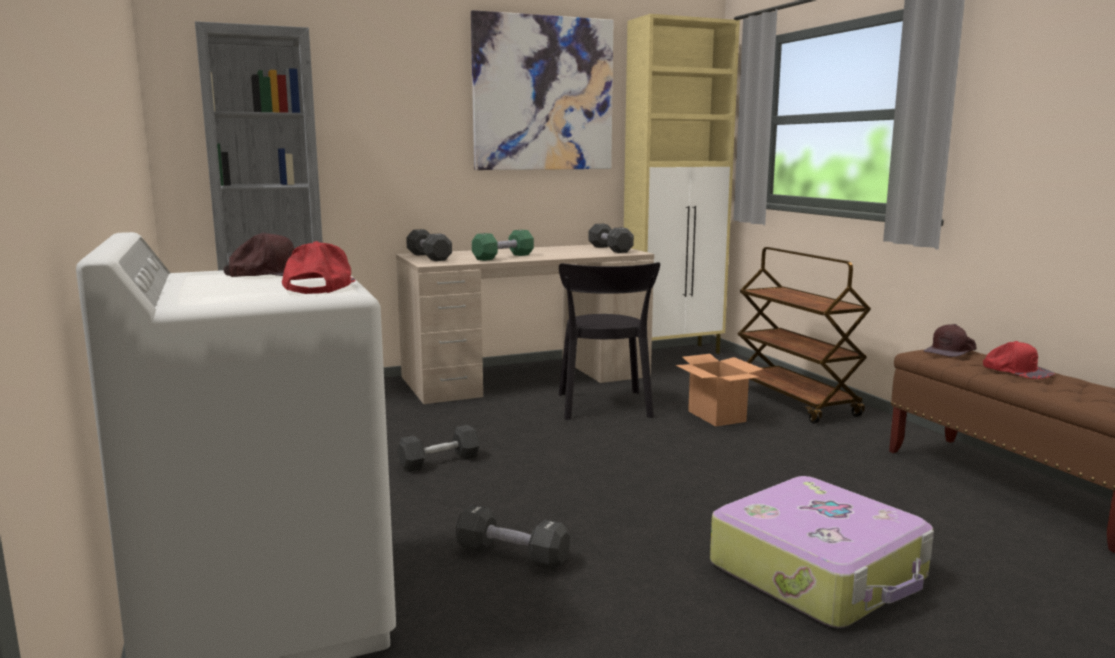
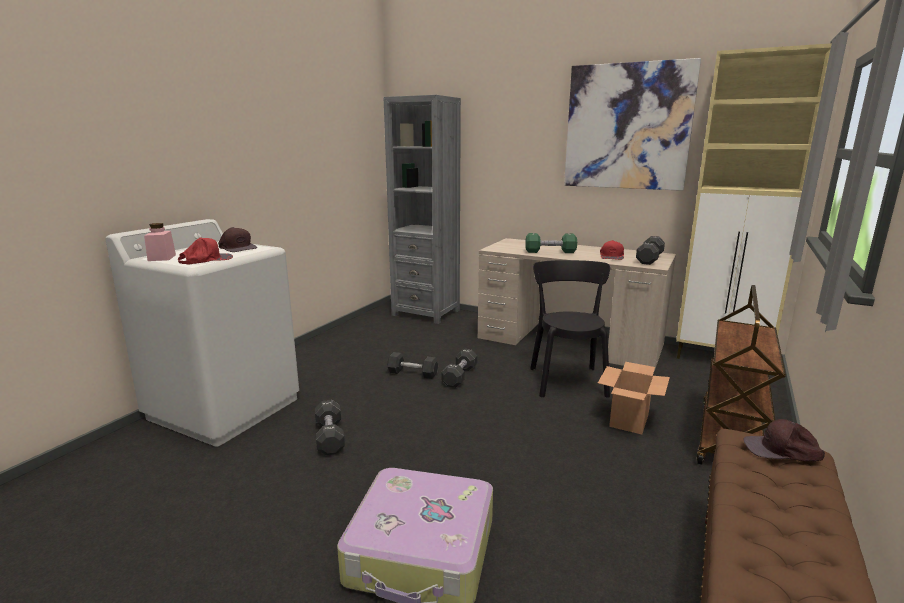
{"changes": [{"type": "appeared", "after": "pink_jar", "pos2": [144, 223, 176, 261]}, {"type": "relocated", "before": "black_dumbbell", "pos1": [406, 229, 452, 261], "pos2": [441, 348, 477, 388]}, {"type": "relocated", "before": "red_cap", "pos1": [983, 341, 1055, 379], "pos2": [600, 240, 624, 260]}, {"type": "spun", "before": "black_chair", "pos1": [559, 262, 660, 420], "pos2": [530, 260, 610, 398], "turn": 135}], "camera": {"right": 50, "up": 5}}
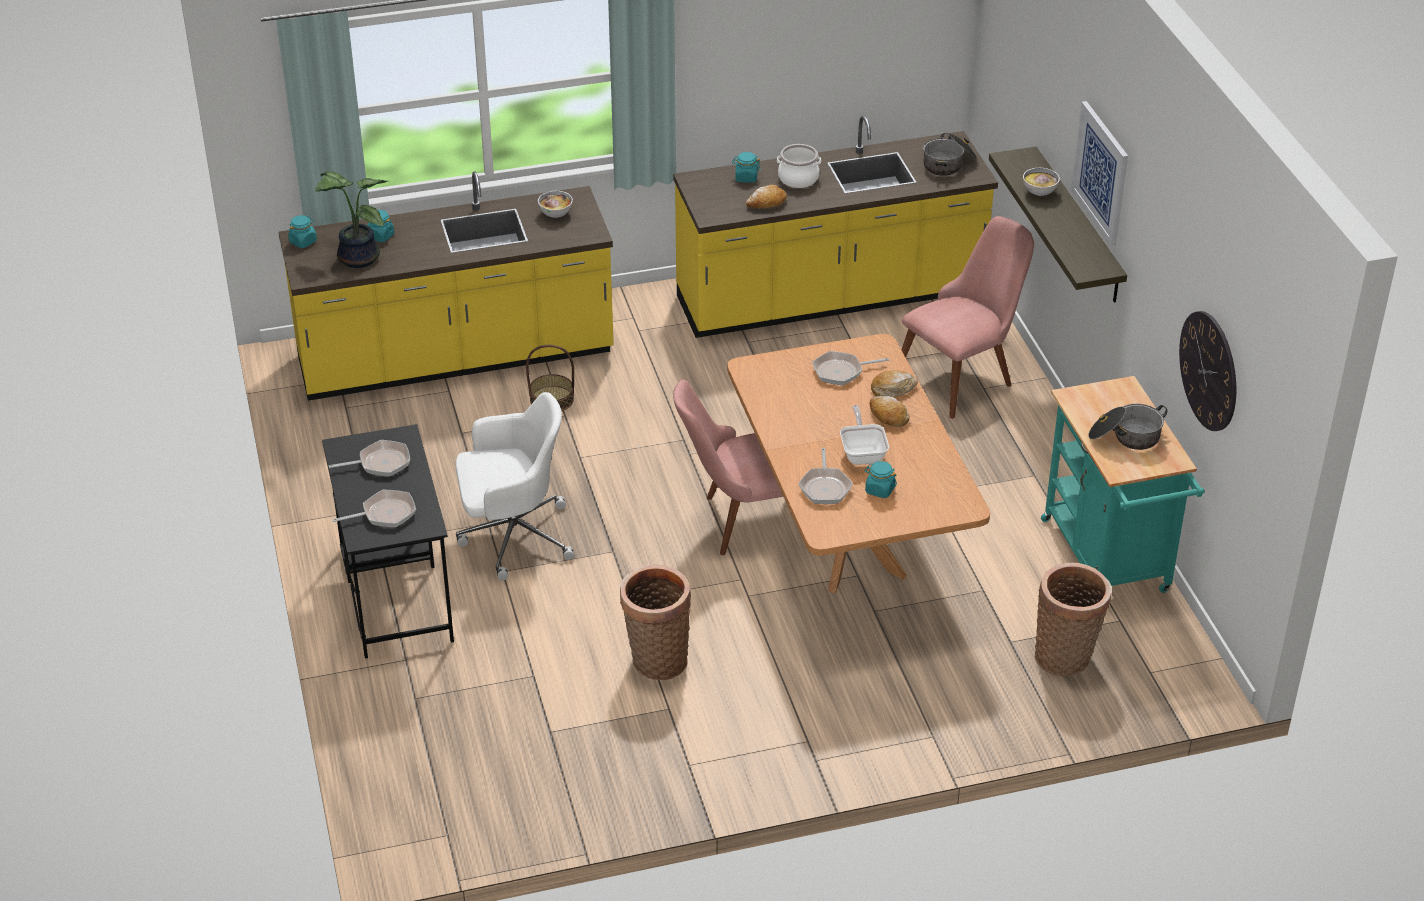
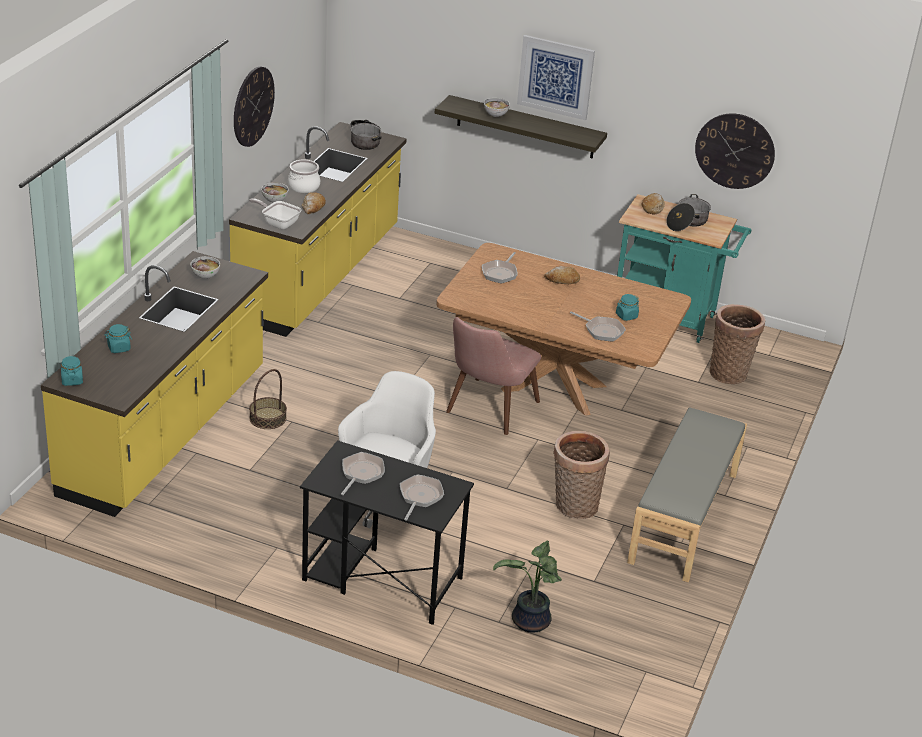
{"changes": [{"type": "missing", "before": "pink_chair", "pos1": [901, 216, 1034, 419]}, {"type": "appeared", "after": "wall_clock", "pos2": [234, 67, 275, 147]}, {"type": "appeared", "after": "grey_bench", "pos2": [627, 407, 747, 582]}, {"type": "relocated", "before": "potted_plant", "pos1": [315, 171, 389, 268], "pos2": [493, 540, 562, 633]}, {"type": "relocated", "before": "frying_pan", "pos1": [840, 405, 889, 465], "pos2": [249, 198, 301, 230]}, {"type": "relocated", "before": "bread", "pos1": [871, 370, 918, 397], "pos2": [642, 193, 665, 215]}, {"type": "exchanged", "before": "turquoise_jar", "after": "bowl", "pos1": [732, 152, 761, 183], "pos2": [261, 182, 289, 203]}], "camera": {"right": -55, "up": -5}}
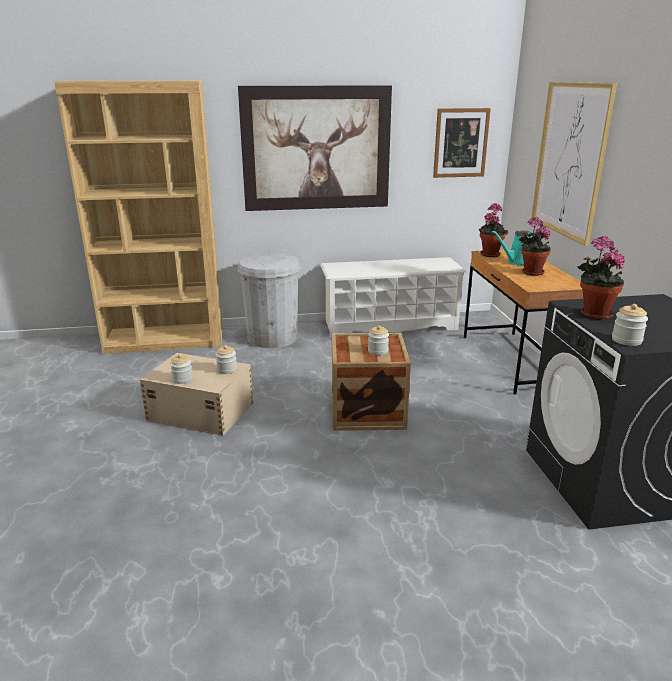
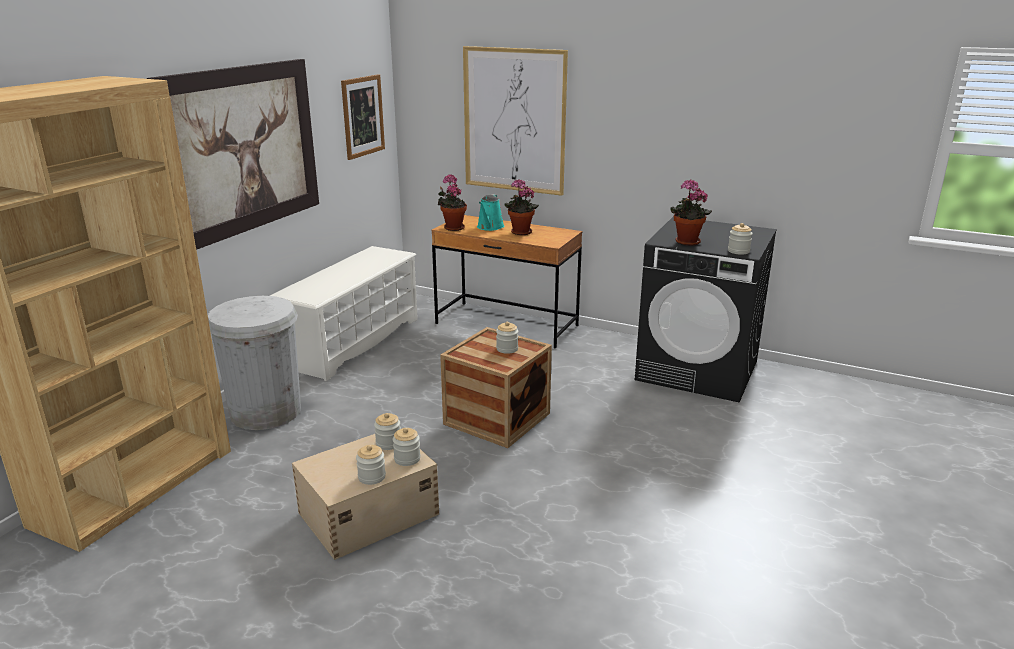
{"changes": [{"type": "appeared", "after": "jar", "pos2": [393, 428, 421, 466]}], "camera": {"right": -55, "up": 0}}
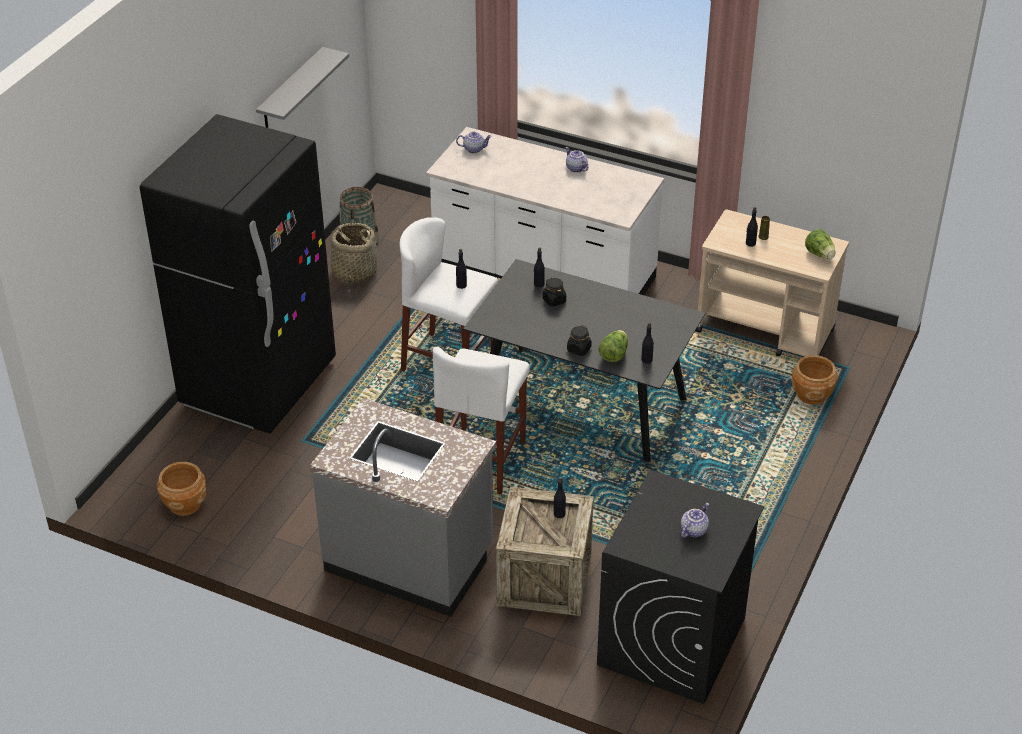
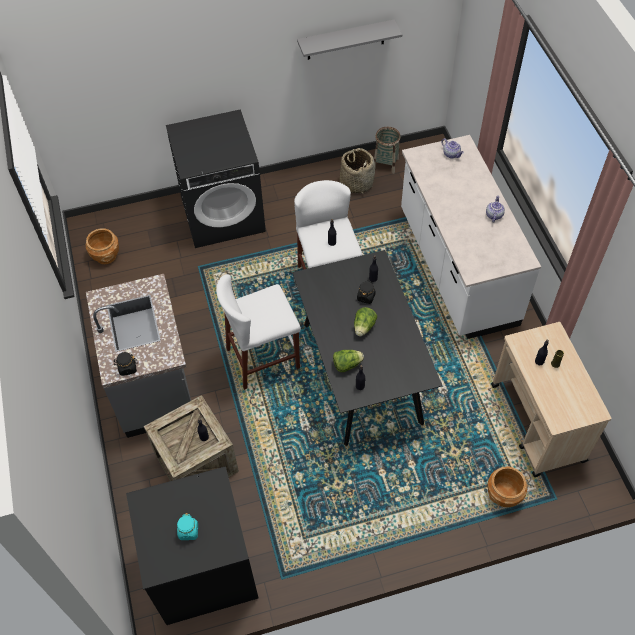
{"changes": [{"type": "relocated", "before": "black_jar", "pos1": [567, 325, 592, 356], "pos2": [113, 352, 138, 376]}, {"type": "relocated", "before": "lettuce", "pos1": [805, 229, 835, 259], "pos2": [354, 307, 377, 336]}, {"type": "exchanged", "before": "black_fridge", "after": "black_washing_machine", "pos1": [140, 114, 336, 434], "pos2": [166, 109, 266, 248]}, {"type": "exchanged", "before": "teapot", "after": "turquoise_jar", "pos1": [681, 503, 709, 538], "pos2": [177, 513, 198, 540]}], "camera": {"right": 50, "up": 15}}
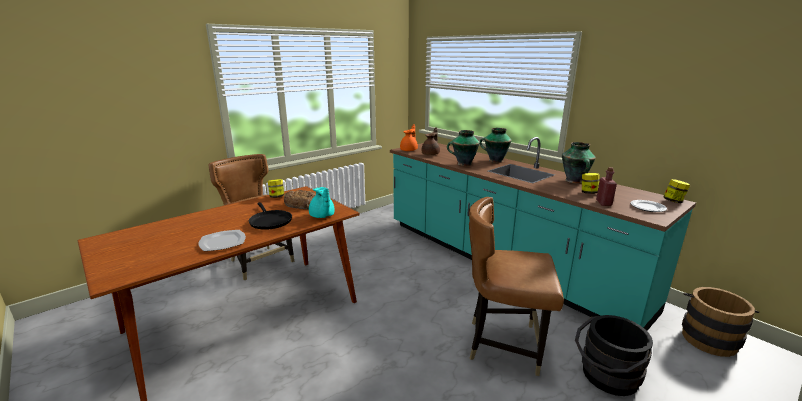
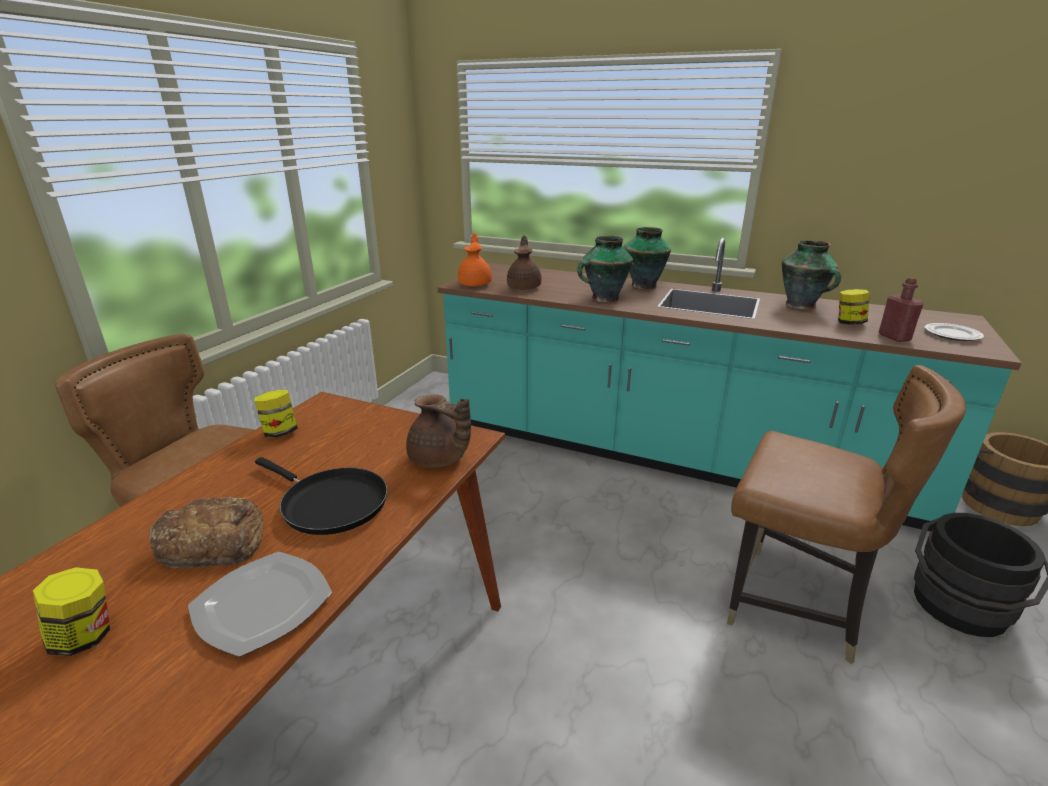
{"changes": [{"type": "relocated", "before": "bread", "pos1": [284, 190, 316, 209], "pos2": [149, 497, 264, 568]}, {"type": "relocated", "before": "jar", "pos1": [663, 179, 690, 203], "pos2": [33, 567, 110, 656]}, {"type": "colour", "before": "turquoise_teapot", "after": "brown_teapot", "pos1": [309, 187, 335, 218], "pos2": [406, 394, 471, 467]}, {"type": "spun", "before": "brown_chair", "pos1": [469, 197, 564, 376], "pos2": [727, 365, 966, 664], "turn": -135}], "camera": {"right": -25, "up": 5}}
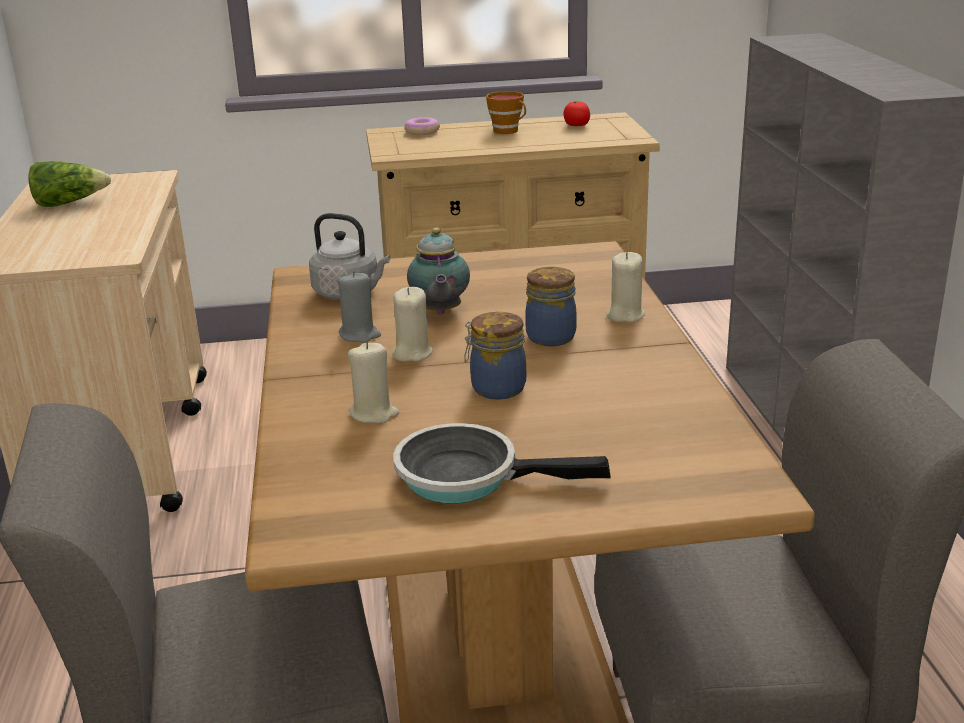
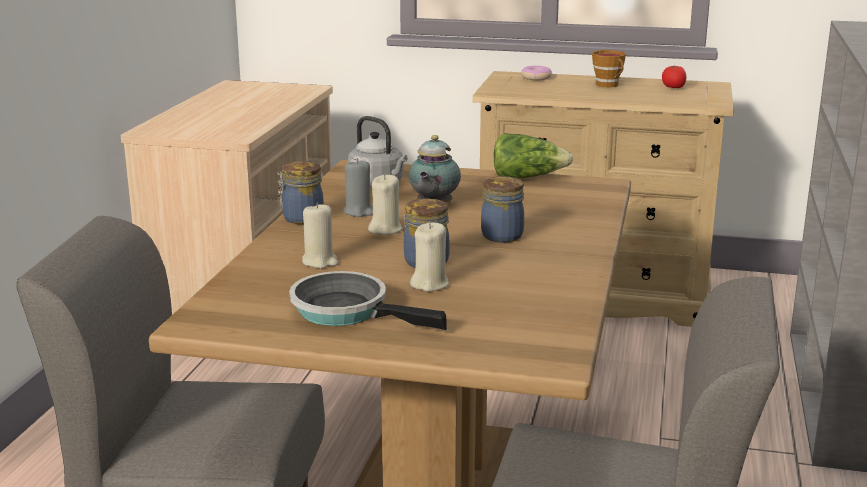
{"changes": [{"type": "appeared", "after": "jar", "pos2": [277, 161, 324, 224]}, {"type": "relocated", "before": "lettuce", "pos1": [28, 161, 111, 207], "pos2": [493, 133, 573, 179]}, {"type": "relocated", "before": "beige_candle", "pos1": [606, 252, 645, 323], "pos2": [410, 222, 449, 291]}], "camera": {"right": 20, "up": -5}}
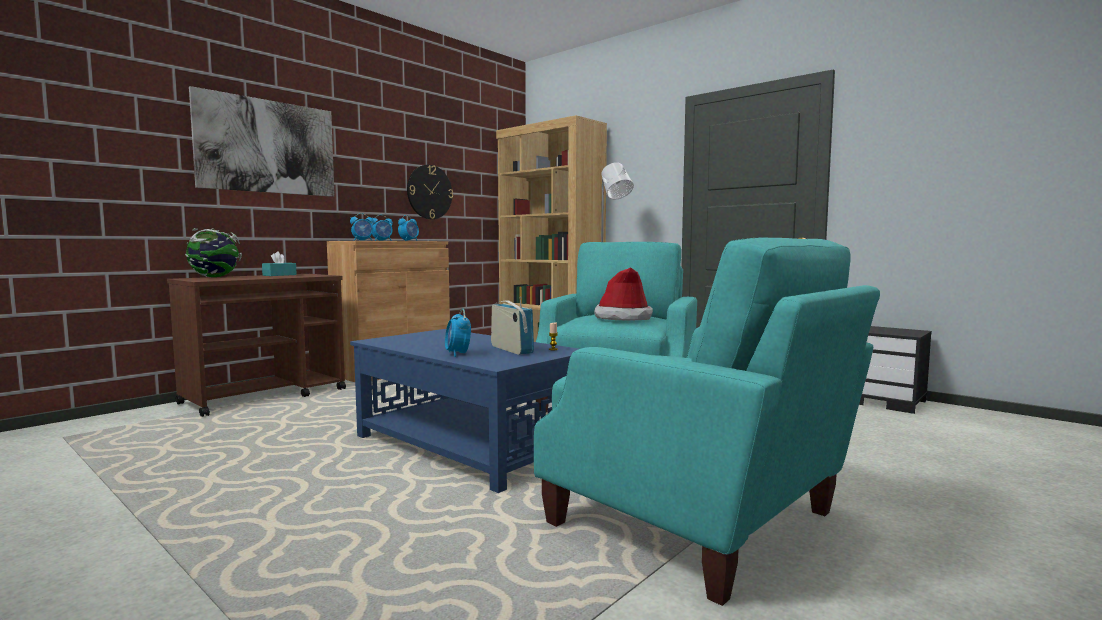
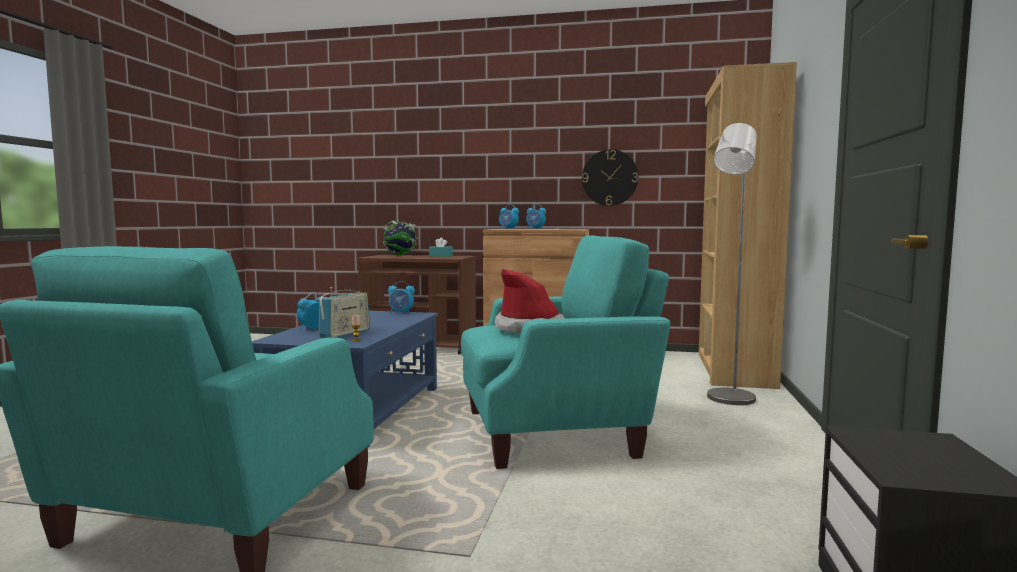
{"changes": [{"type": "missing", "before": "picture", "pos1": [189, 86, 335, 197]}, {"type": "relocated", "before": "alarm_clock", "pos1": [398, 215, 419, 241], "pos2": [388, 281, 415, 314]}], "camera": {"right": 60, "up": 0}}
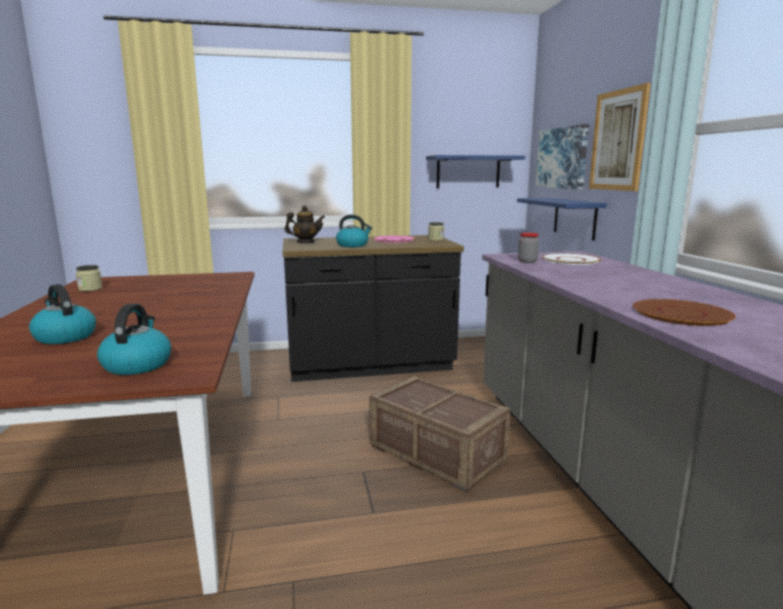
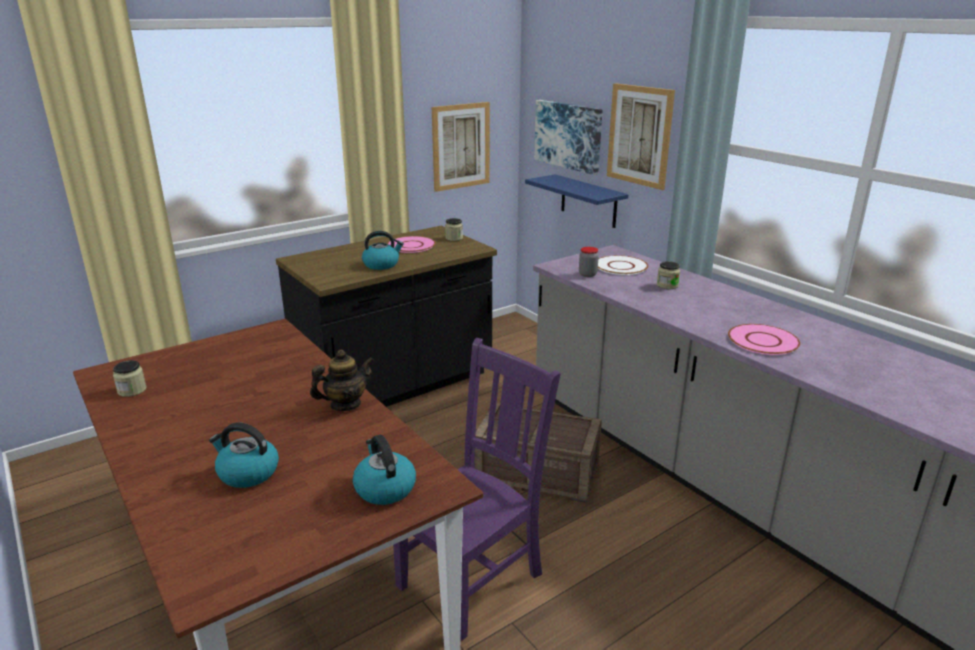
{"changes": [{"type": "appeared", "after": "purple_chair", "pos2": [393, 338, 561, 641]}, {"type": "appeared", "after": "jar", "pos2": [657, 261, 680, 289]}, {"type": "relocated", "before": "teapot", "pos1": [284, 206, 325, 243], "pos2": [310, 350, 374, 411]}, {"type": "exchanged", "before": "blue_shelf", "after": "picture", "pos1": [426, 155, 525, 188], "pos2": [432, 102, 490, 192]}, {"type": "colour", "before": "brown_plate", "after": "pink_plate", "pos1": [633, 299, 736, 326], "pos2": [728, 324, 800, 355]}], "camera": {"right": -25, "up": 10}}
